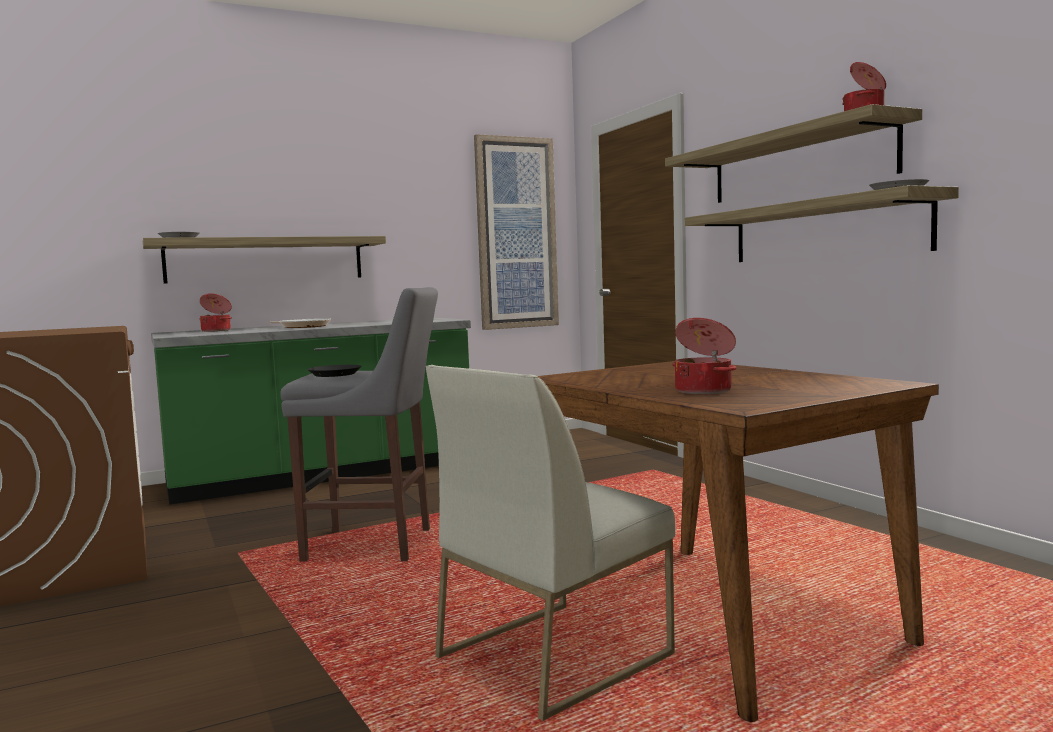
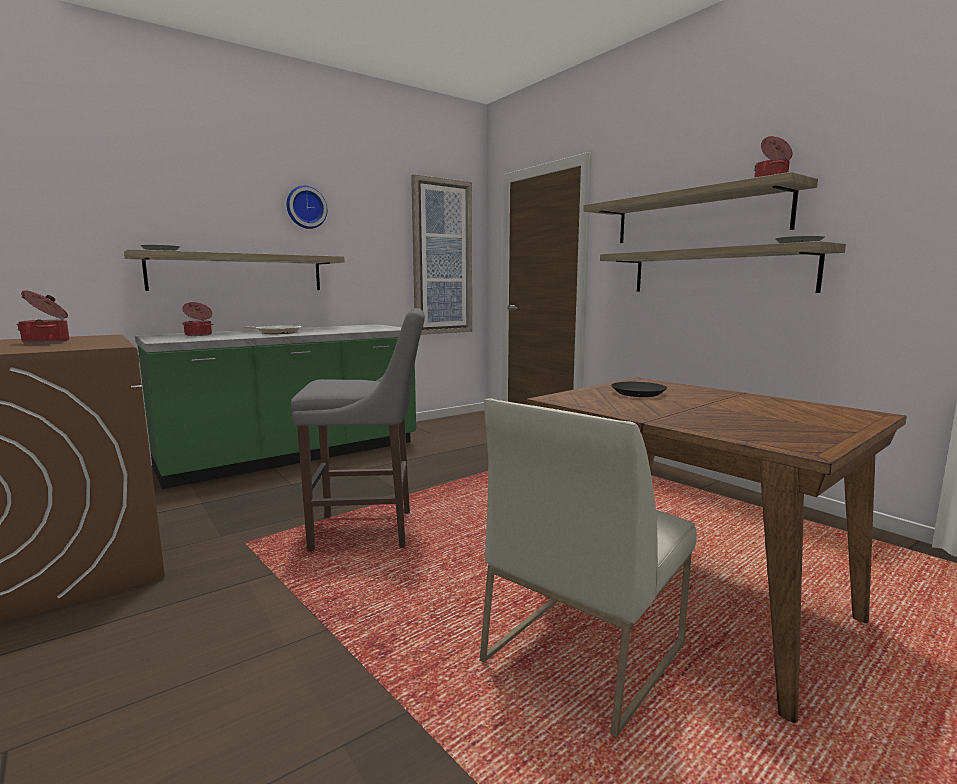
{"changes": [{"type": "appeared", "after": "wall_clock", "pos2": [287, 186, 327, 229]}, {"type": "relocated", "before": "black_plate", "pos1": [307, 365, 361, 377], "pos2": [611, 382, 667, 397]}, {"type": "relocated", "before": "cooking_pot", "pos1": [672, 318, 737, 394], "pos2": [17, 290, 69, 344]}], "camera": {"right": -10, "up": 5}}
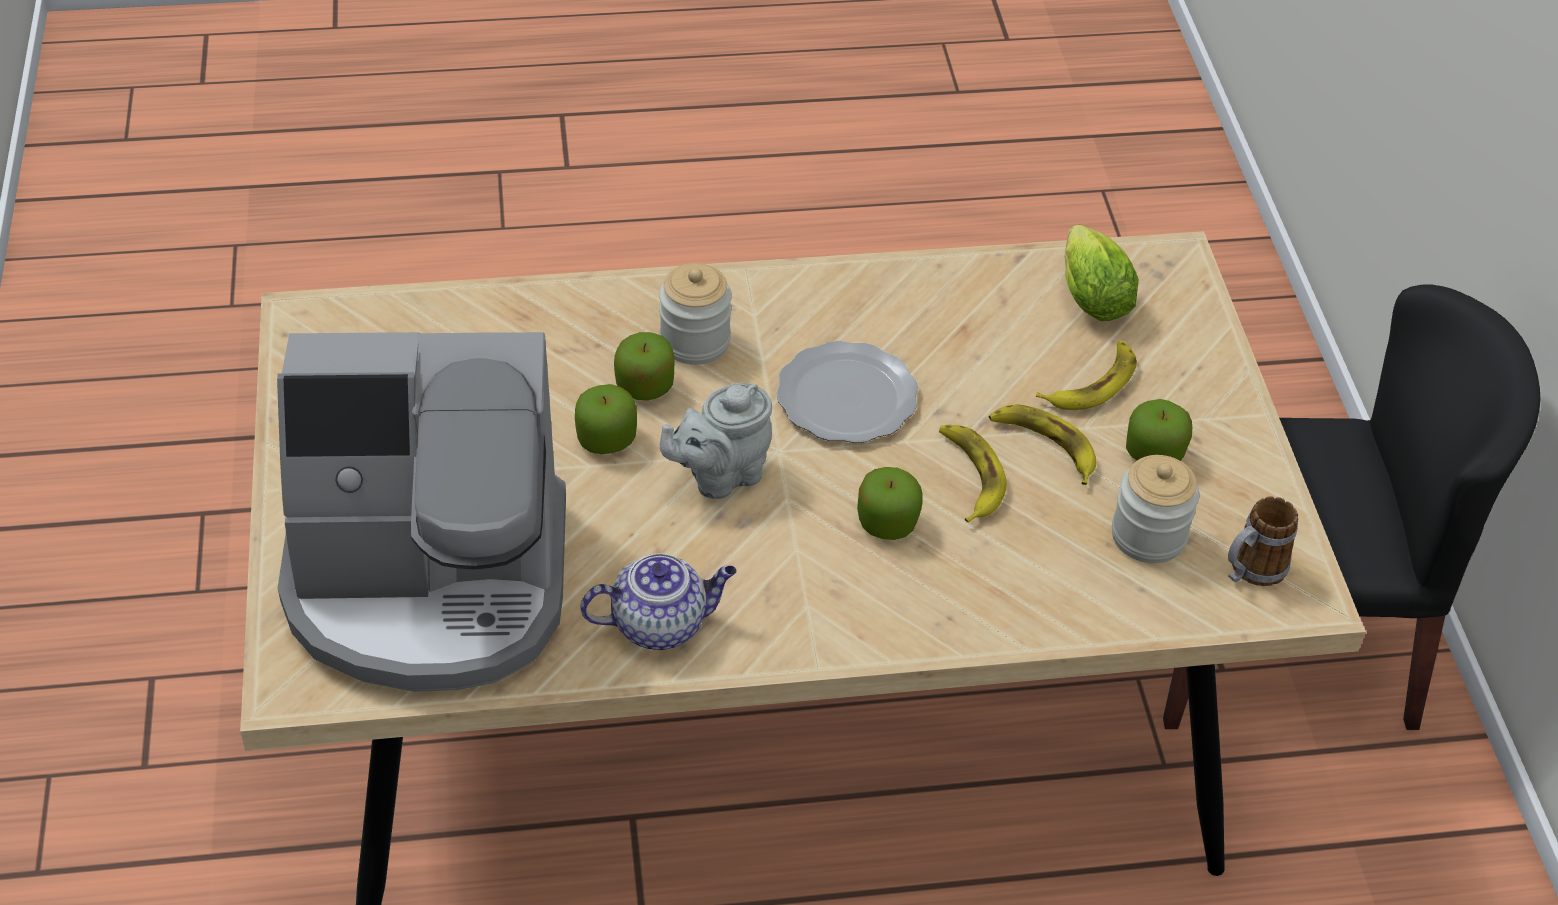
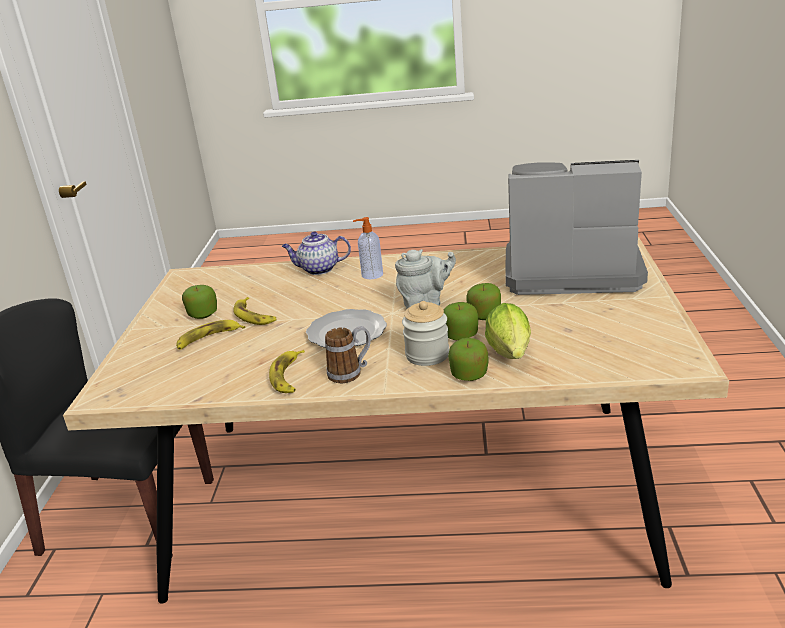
{"changes": [{"type": "missing", "before": "jar", "pos1": [1112, 455, 1199, 563]}, {"type": "appeared", "after": "soap_dispenser", "pos2": [353, 217, 383, 279]}, {"type": "relocated", "before": "teapot", "pos1": [580, 553, 737, 650], "pos2": [282, 232, 351, 275]}, {"type": "relocated", "before": "apple", "pos1": [857, 467, 923, 540], "pos2": [448, 338, 489, 381]}, {"type": "relocated", "before": "banana", "pos1": [939, 425, 1007, 523], "pos2": [269, 350, 305, 393]}, {"type": "relocated", "before": "lettuce", "pos1": [1065, 225, 1139, 321], "pos2": [485, 303, 531, 359]}, {"type": "relocated", "before": "mug", "pos1": [1228, 496, 1298, 586], "pos2": [325, 326, 371, 383]}], "camera": {"right": -165, "up": -20}}
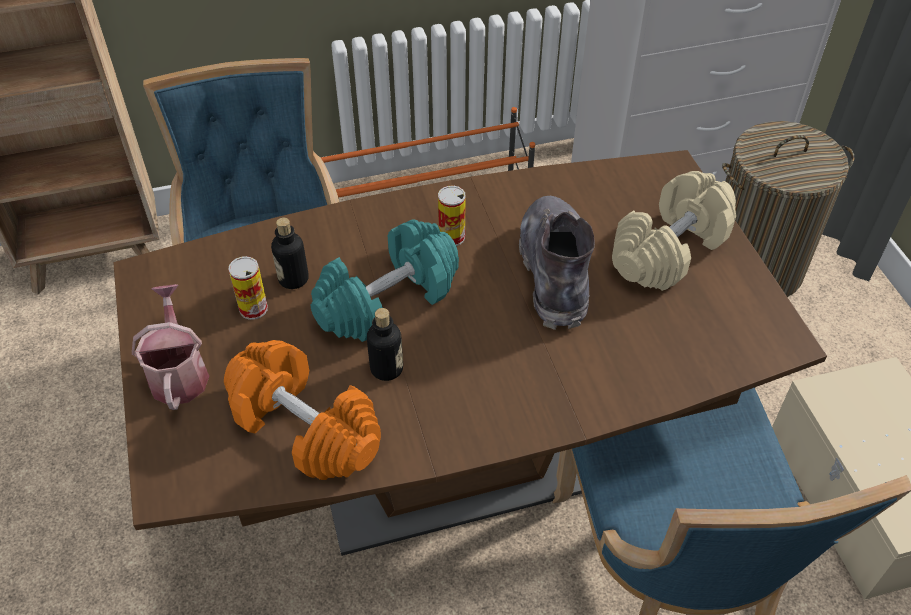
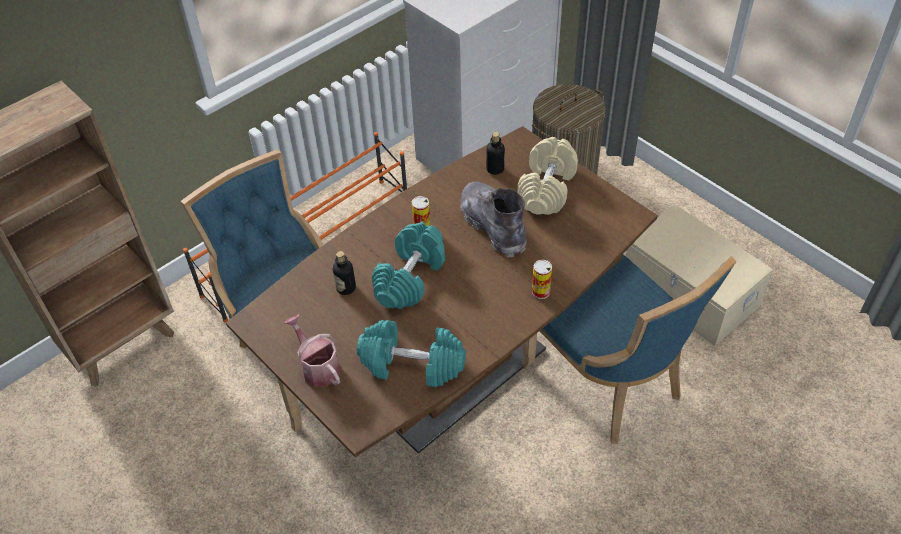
{"changes": [{"type": "relocated", "before": "can", "pos1": [228, 256, 268, 320], "pos2": [532, 260, 552, 299]}, {"type": "relocated", "before": "bottle", "pos1": [367, 308, 403, 381], "pos2": [486, 132, 505, 175]}, {"type": "colour", "before": "orange_dumbbell", "after": "turquoise_dumbbell", "pos1": [224, 340, 381, 480], "pos2": [357, 320, 466, 387]}], "camera": {"right": -25, "up": 0}}
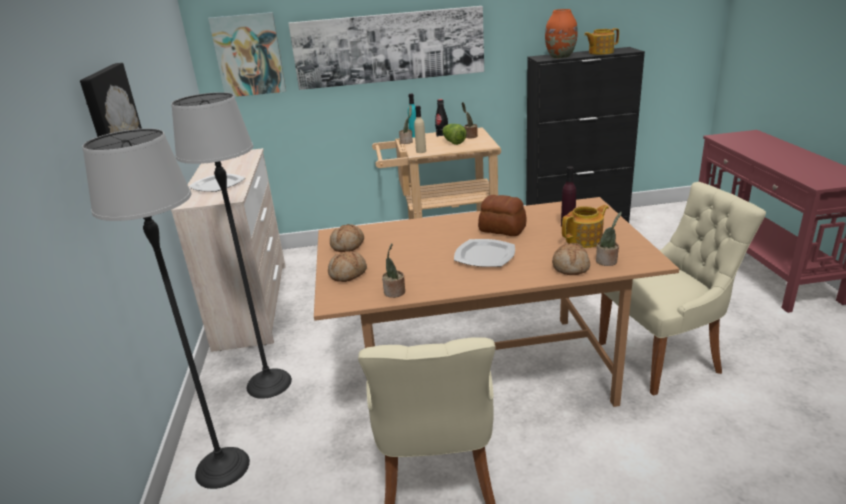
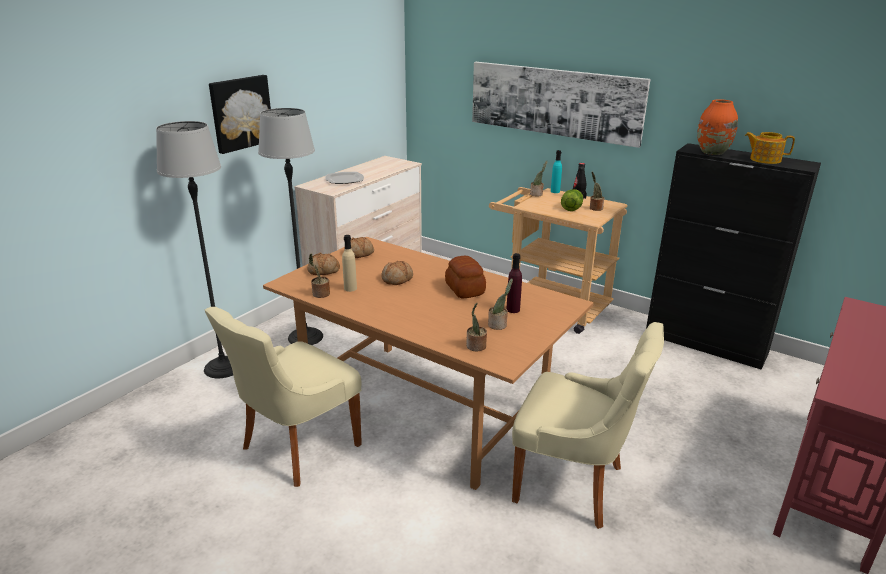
{"changes": [{"type": "missing", "before": "picture", "pos1": [208, 12, 286, 97]}, {"type": "missing", "before": "plate", "pos1": [454, 239, 515, 267]}, {"type": "relocated", "before": "beige_bottle", "pos1": [414, 106, 426, 153], "pos2": [342, 235, 357, 292]}, {"type": "relocated", "before": "bread", "pos1": [552, 243, 590, 275], "pos2": [382, 261, 413, 285]}, {"type": "exchanged", "before": "teapot", "after": "potted_plant", "pos1": [562, 205, 609, 248], "pos2": [488, 278, 513, 330]}], "camera": {"right": 40, "up": 0}}
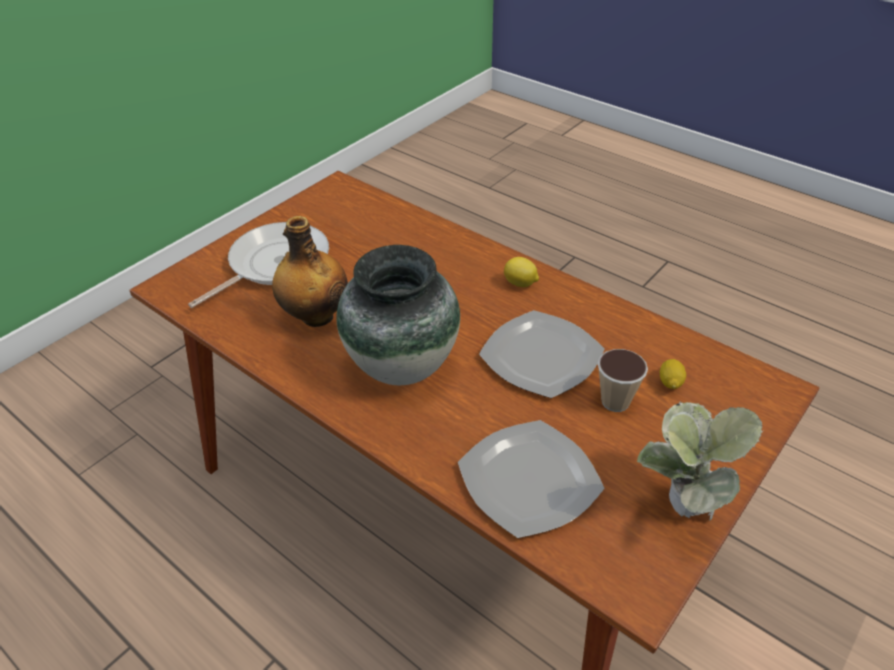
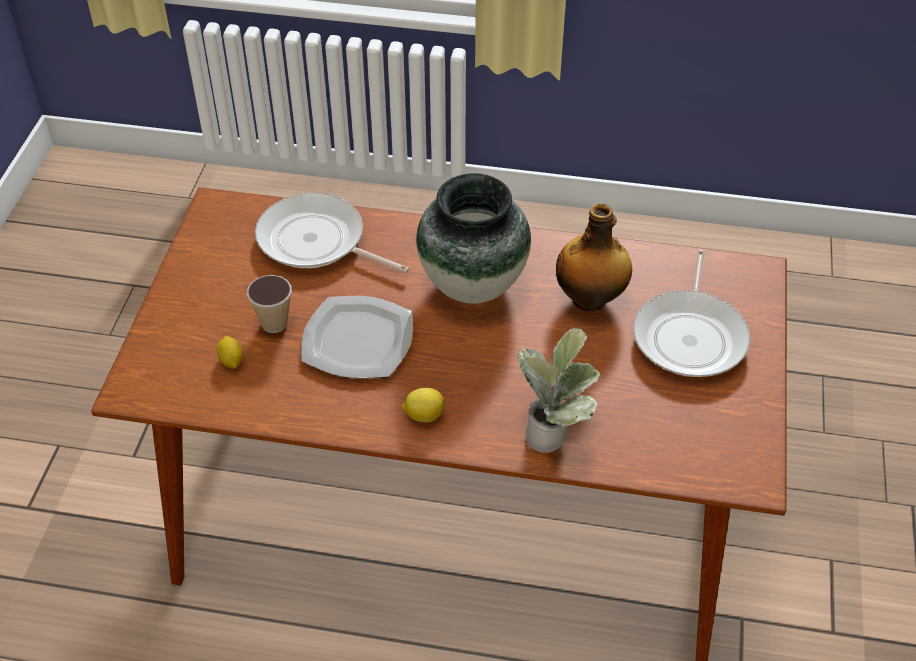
{"changes": [{"type": "relocated", "before": "potted_plant", "pos1": [637, 402, 763, 521], "pos2": [517, 328, 600, 453]}, {"type": "exchanged", "before": "plate", "after": "frying_pan", "pos1": [458, 420, 605, 538], "pos2": [255, 193, 409, 273]}], "camera": {"right": 150, "up": 5}}
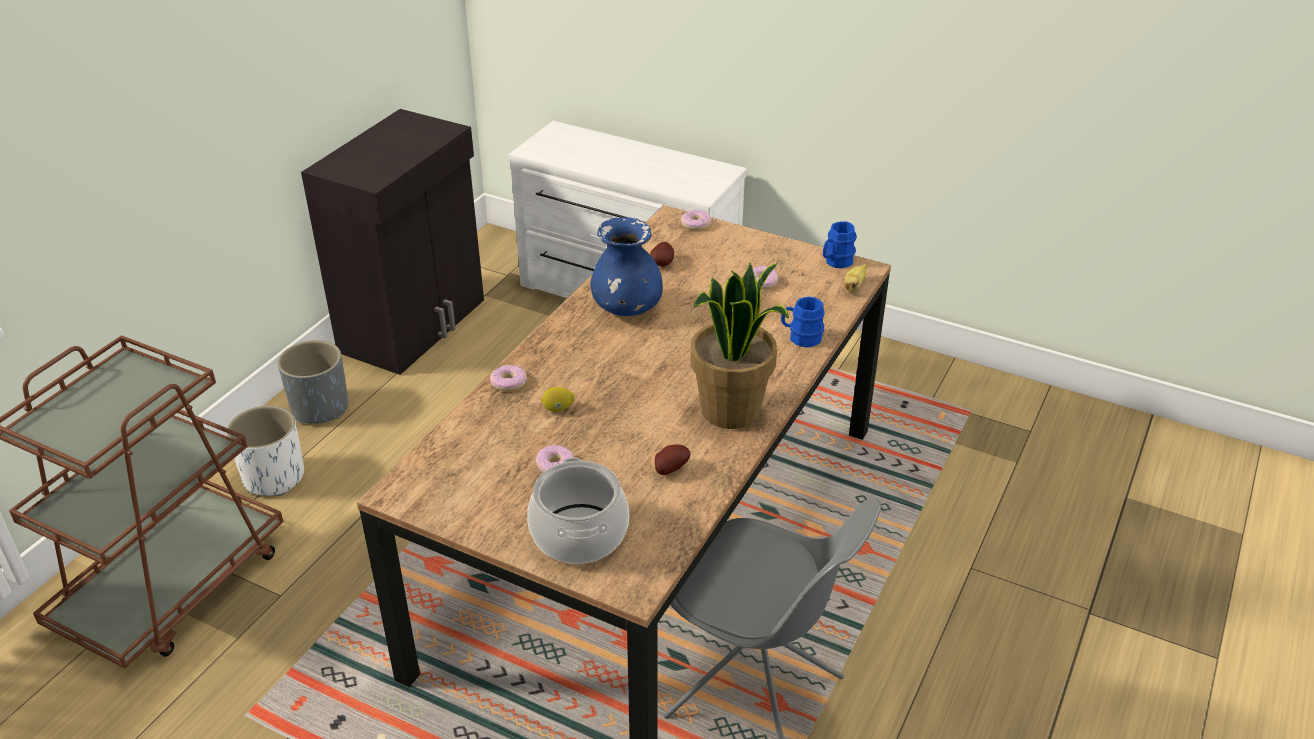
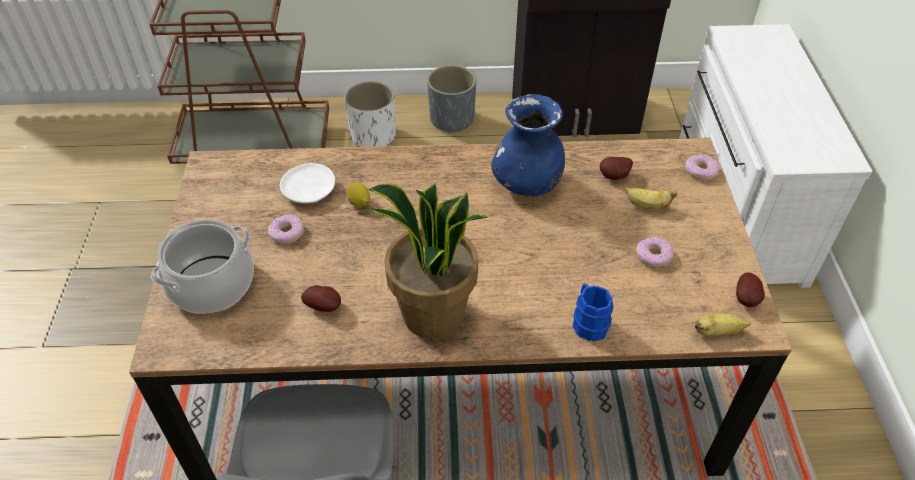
{"changes": [{"type": "missing", "before": "donut", "pos1": [490, 365, 527, 392]}, {"type": "appeared", "after": "white_plate", "pos2": [280, 163, 335, 204]}, {"type": "appeared", "after": "banana", "pos2": [625, 187, 677, 210]}, {"type": "exchanged", "before": "blue_mug", "after": "potato", "pos1": [823, 221, 857, 268], "pos2": [736, 272, 765, 307]}], "camera": {"right": 60, "up": 10}}
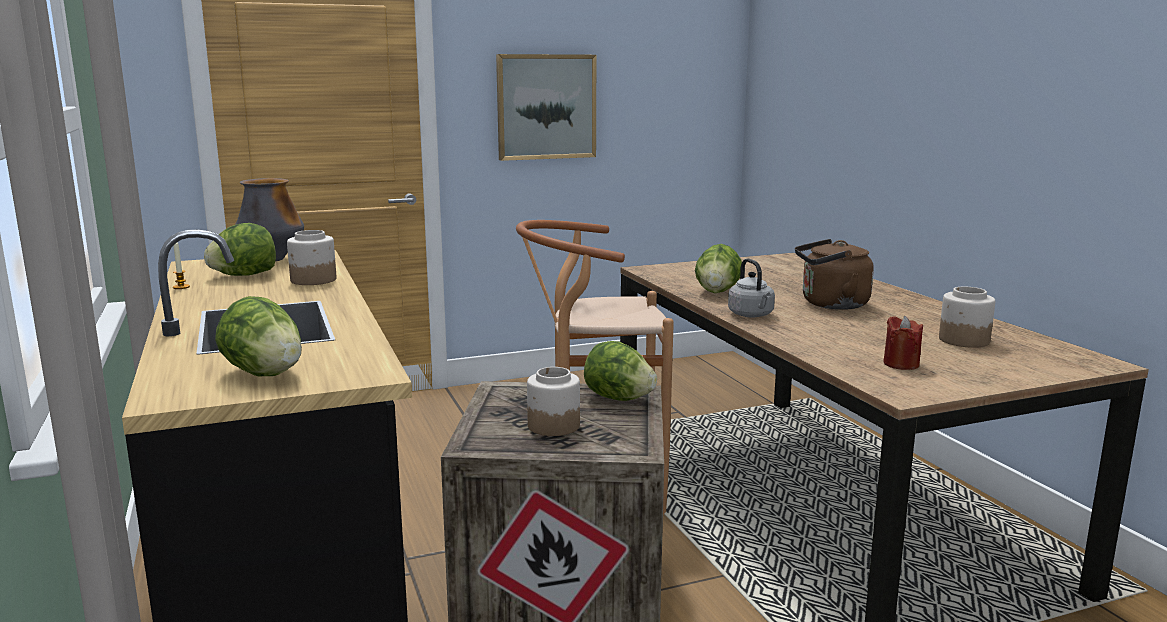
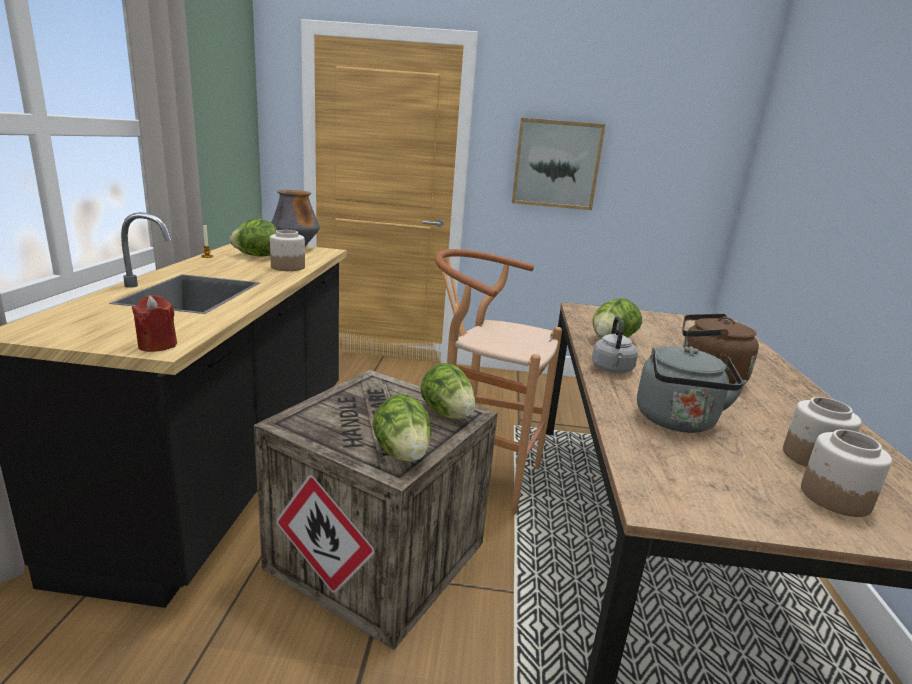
{"changes": [{"type": "appeared", "after": "grey_kettle", "pos2": [637, 346, 747, 433]}, {"type": "relocated", "before": "lettuce", "pos1": [215, 296, 302, 376], "pos2": [372, 394, 432, 461]}, {"type": "relocated", "before": "jar", "pos1": [527, 367, 580, 436], "pos2": [801, 429, 892, 517]}, {"type": "relocated", "before": "red_candle", "pos1": [883, 316, 923, 370], "pos2": [132, 295, 177, 352]}], "camera": {"right": 25, "up": 5}}
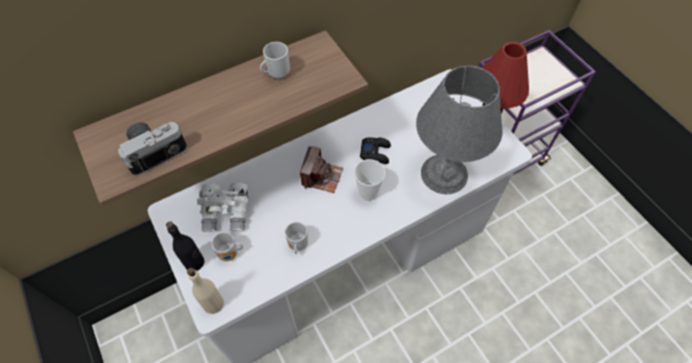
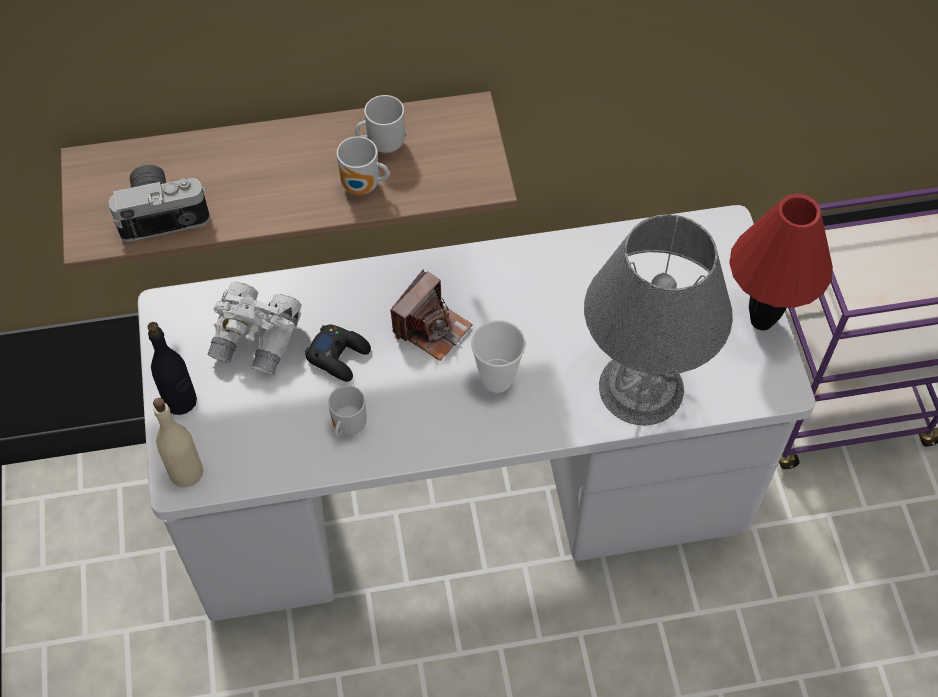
{"changes": [{"type": "relocated", "before": "mug", "pos1": [212, 232, 243, 261], "pos2": [337, 136, 390, 195]}, {"type": "relocated", "before": "black_game_controller", "pos1": [360, 138, 391, 164], "pos2": [305, 325, 371, 382]}], "camera": {"right": 20, "up": 0}}
